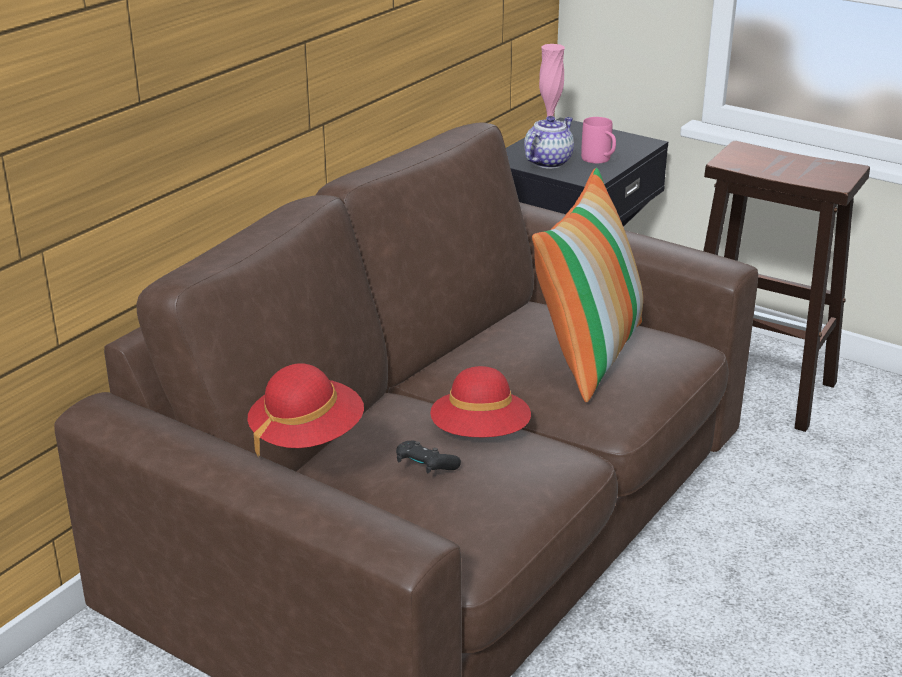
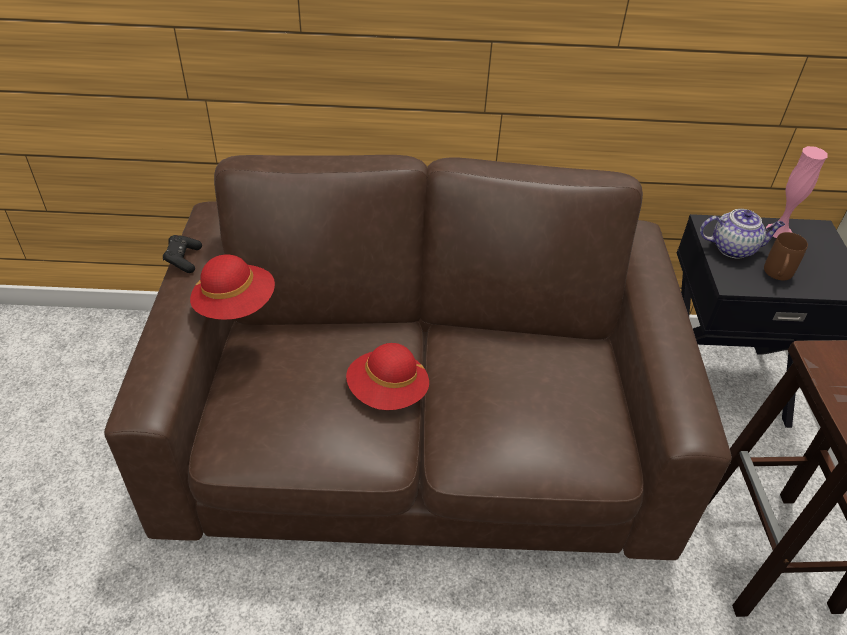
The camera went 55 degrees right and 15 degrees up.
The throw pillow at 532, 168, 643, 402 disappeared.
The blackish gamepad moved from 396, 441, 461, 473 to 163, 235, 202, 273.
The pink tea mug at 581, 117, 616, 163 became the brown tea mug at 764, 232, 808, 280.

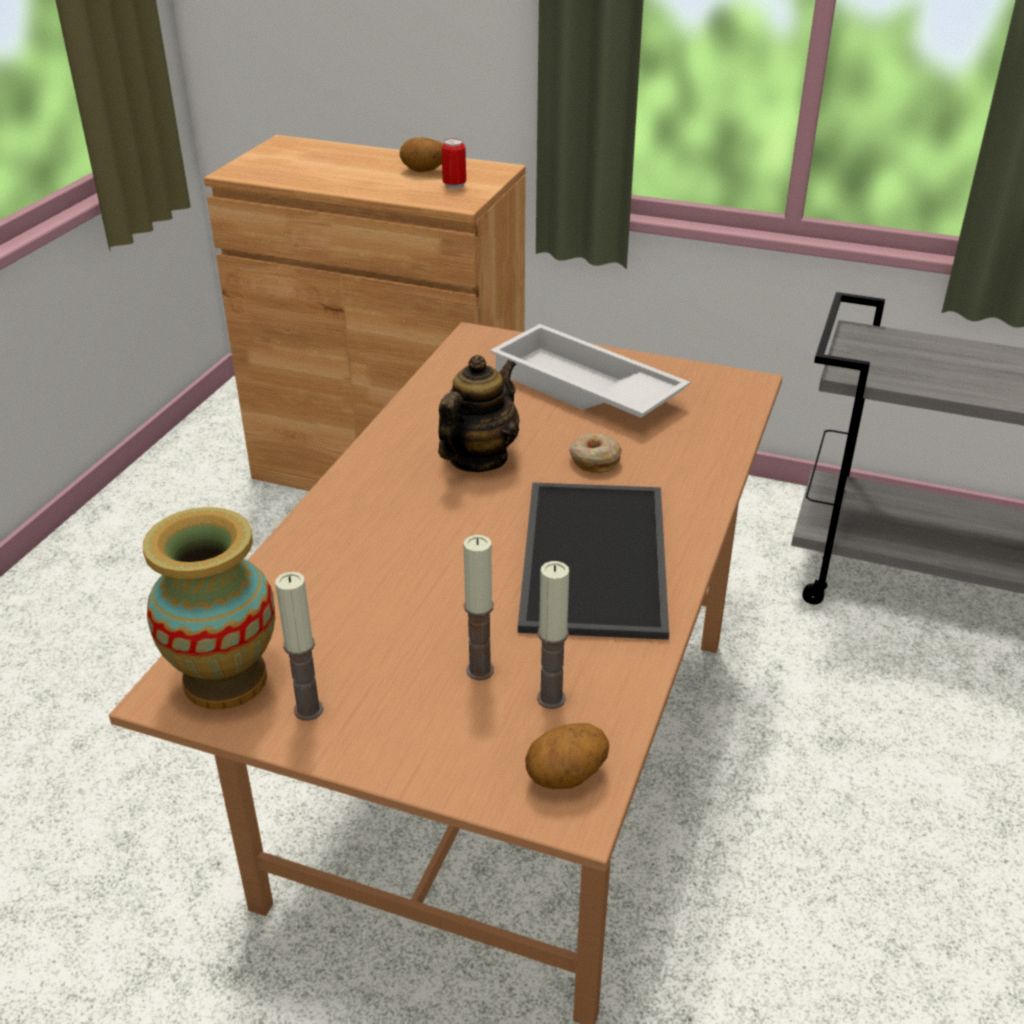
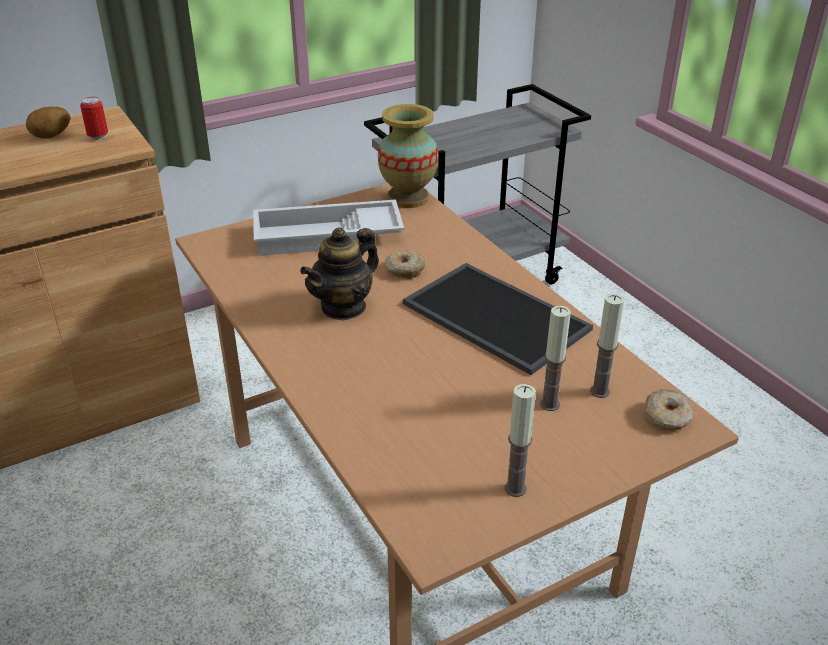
The camera went 50 degrees left and 0 degrees up.
The flower vase moved from 143, 507, 275, 710 to 378, 104, 439, 208.
The potato at 525, 723, 609, 789 was replaced by the doughnut at 645, 389, 693, 431.
The teapot at 438, 355, 519, 472 turned 120 degrees counterclockwise.

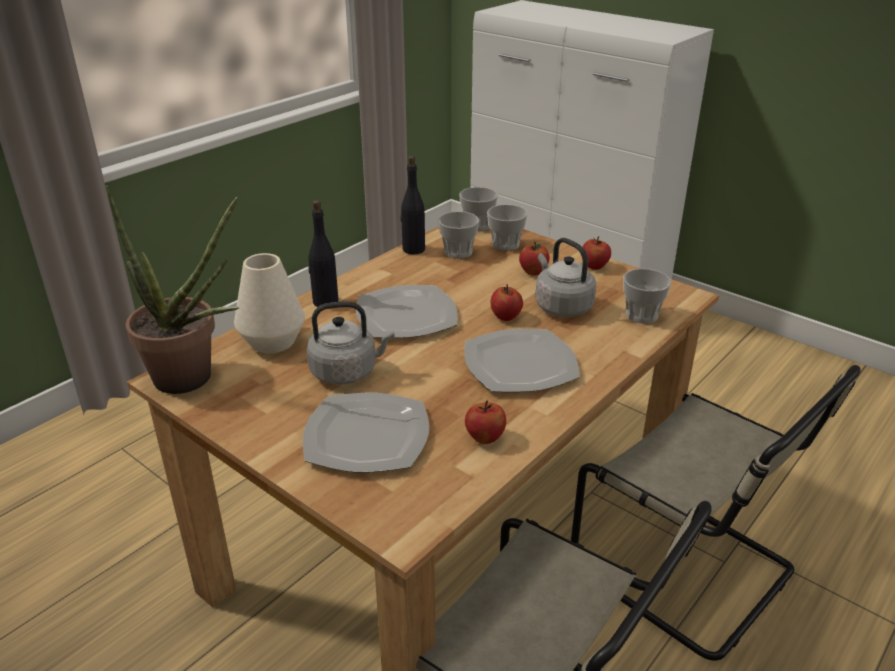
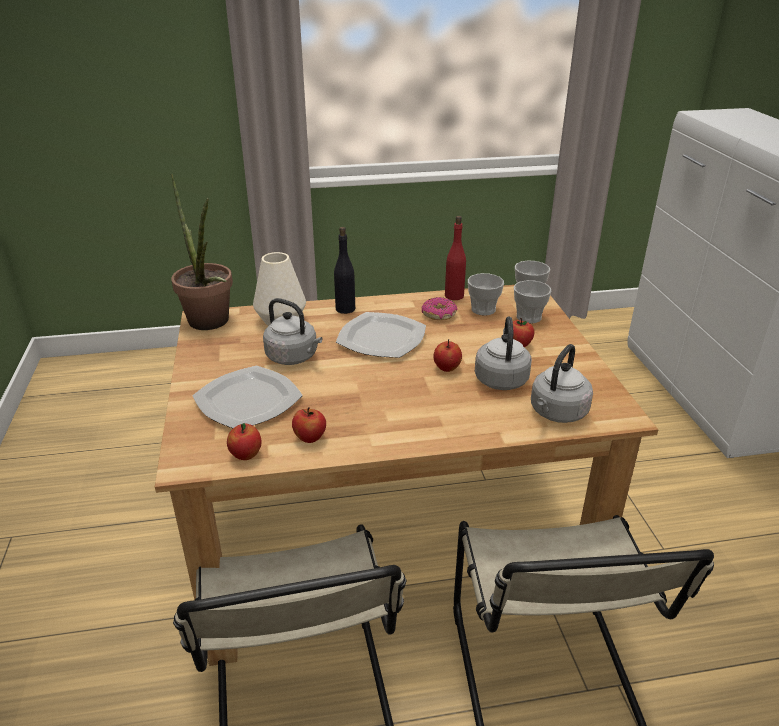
The camera went 40 degrees right and 0 degrees up.
The plate at 464, 329, 580, 392 disappeared.
The doughnut at 422, 297, 458, 320 appeared.
The apple fruit moved from 583, 236, 611, 270 to 227, 423, 262, 460.
The small cup at 623, 268, 672, 323 was replaced by the greyish water kettle at 531, 344, 593, 423.
The blackish bottle at 401, 156, 425, 255 became the red bottle at 445, 216, 466, 300.

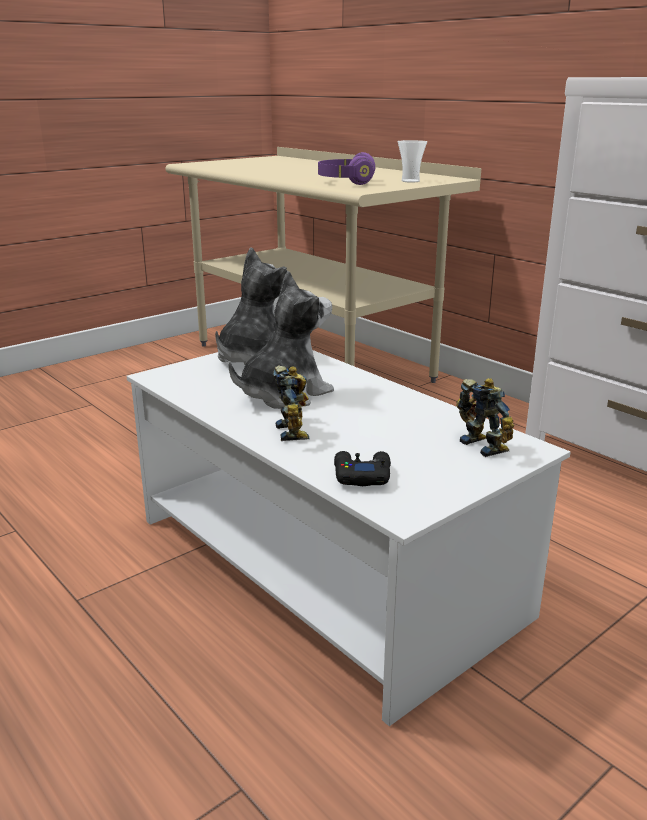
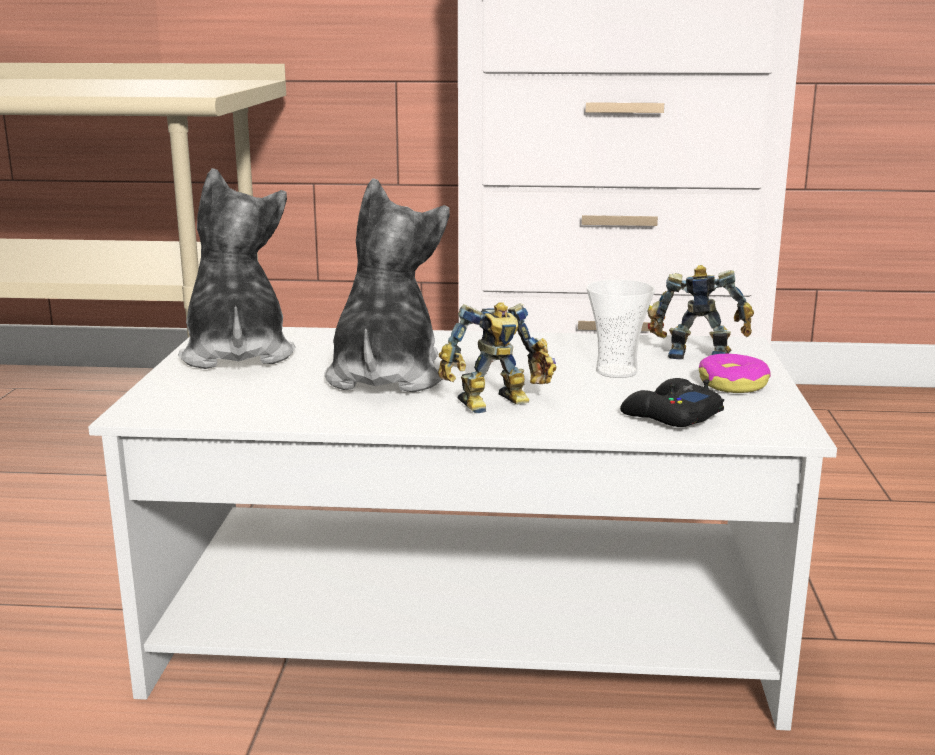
The camera went 45 degrees left and 5 degrees down.
The purplish headset at 318, 152, 375, 185 disappeared.
The doughnut at 699, 354, 771, 393 appeared.
The small cup moved from 398, 140, 427, 182 to 586, 280, 655, 378.
The robot figure at 273, 366, 309, 441 turned 120 degrees clockwise.

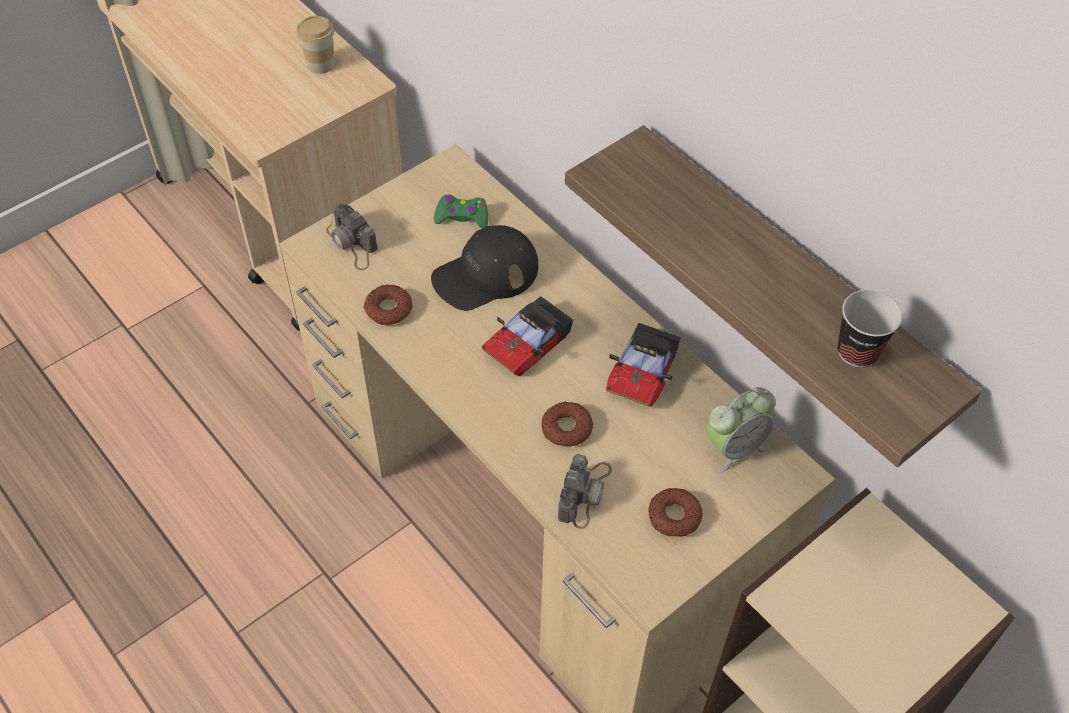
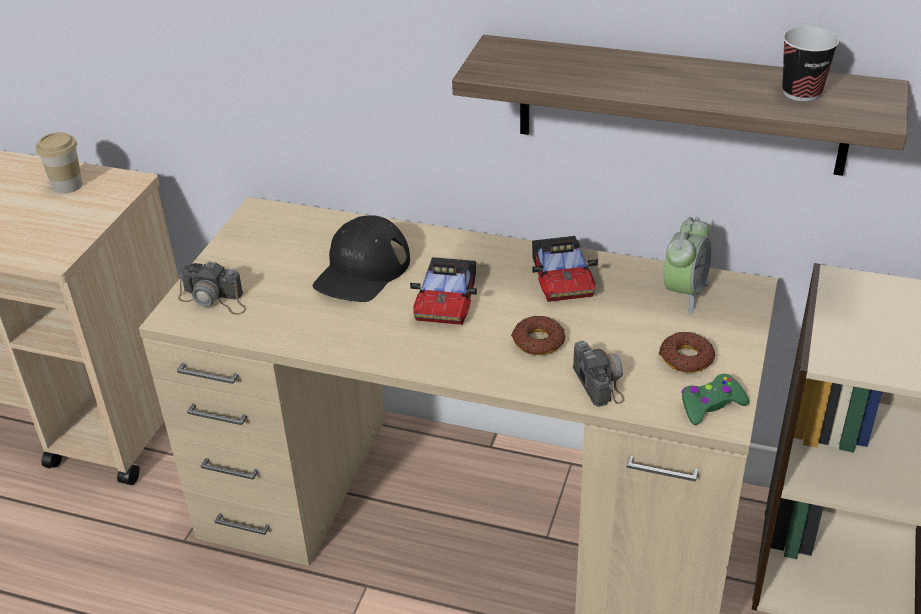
The camera went 30 degrees left and 15 degrees down.
The doughnut at 363, 285, 412, 325 disappeared.
The green gamepad moved from 434, 194, 488, 228 to 681, 374, 749, 425.

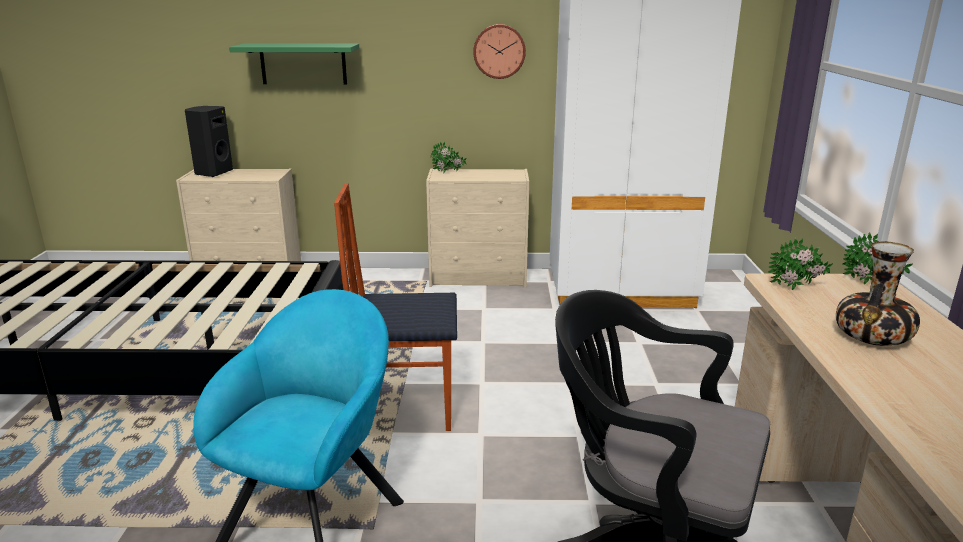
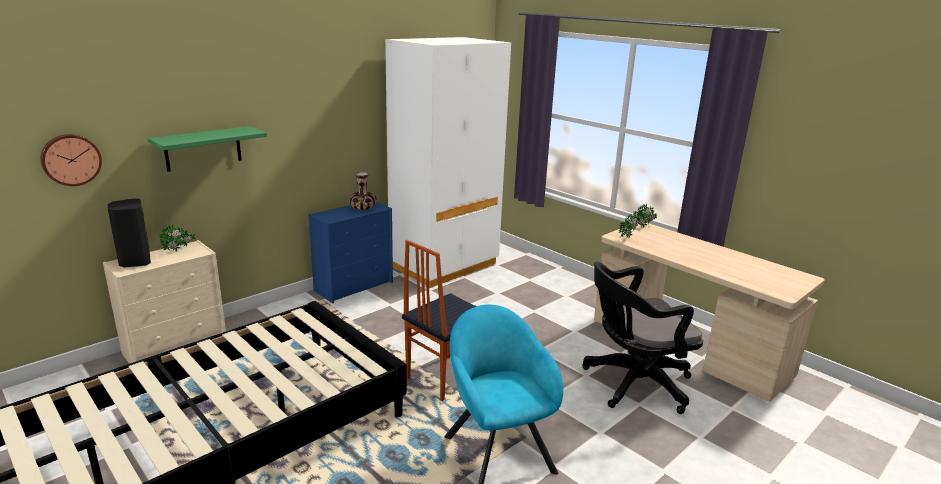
The camera went 45 degrees left and 0 degrees up.
The potted plant moved from 431, 142, 467, 173 to 159, 225, 195, 252.
The clock on the wall moved from 473, 24, 526, 79 to 40, 134, 102, 186.
The flower vase moved from 836, 242, 920, 346 to 349, 172, 377, 210.
The beige dresser at 426, 168, 529, 288 became the blue dresser at 308, 202, 393, 303.

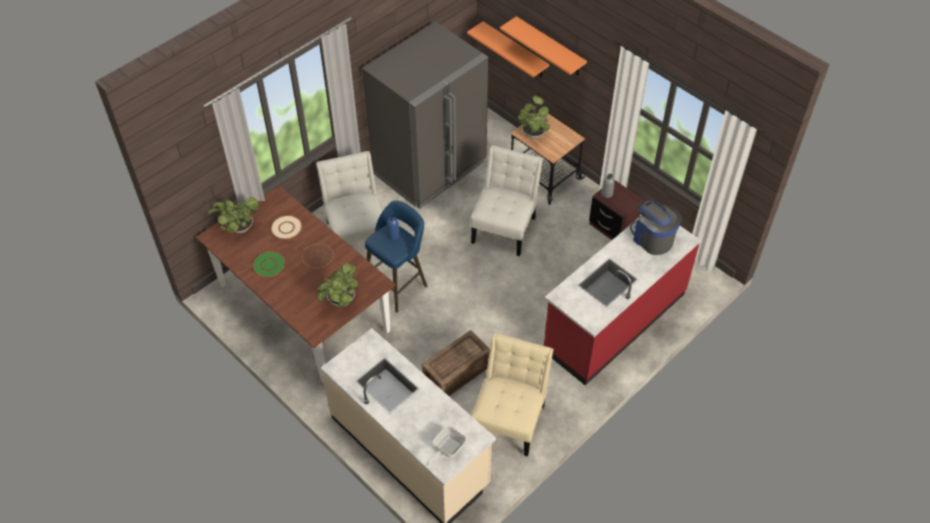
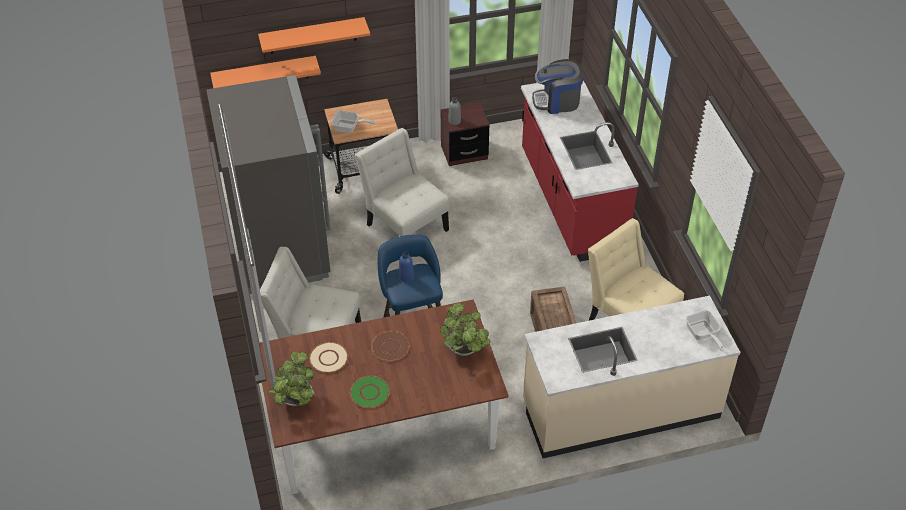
The camera went 60 degrees left and 5 degrees down.
The potted plant at 518, 95, 550, 139 was replaced by the frying pan at 332, 110, 375, 133.

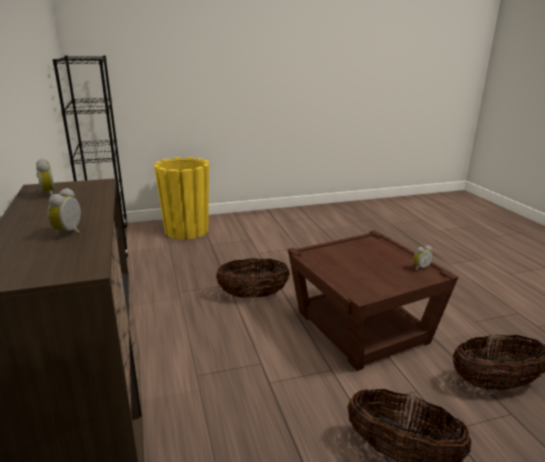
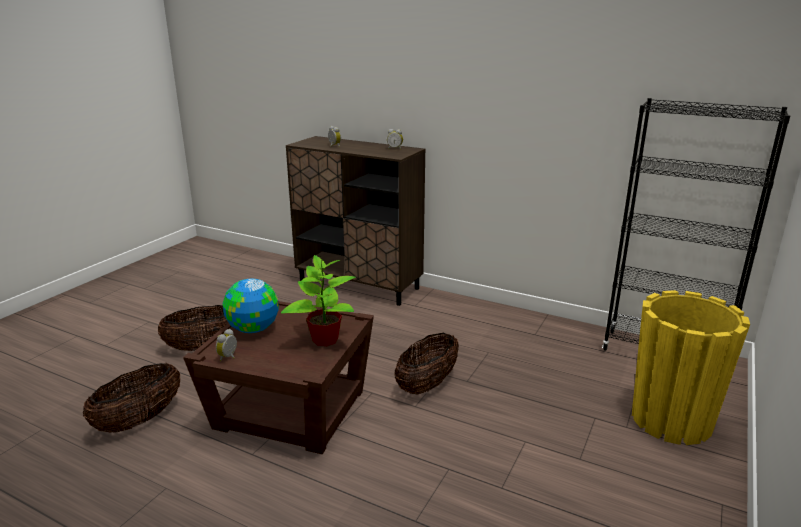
The camera went 135 degrees right and 0 degrees up.
The globe at 223, 279, 279, 333 appeared.
The potted plant at 281, 255, 356, 346 appeared.

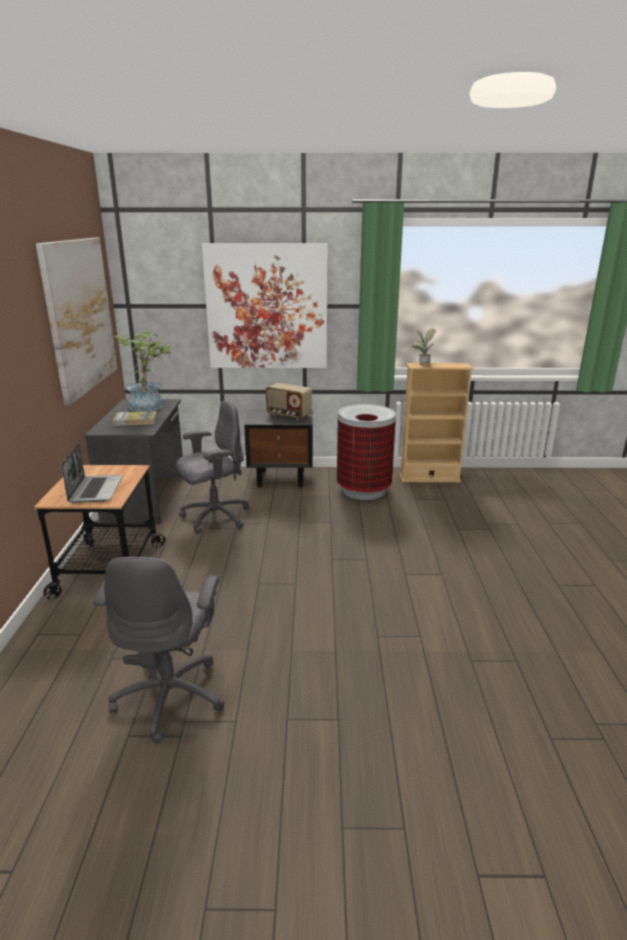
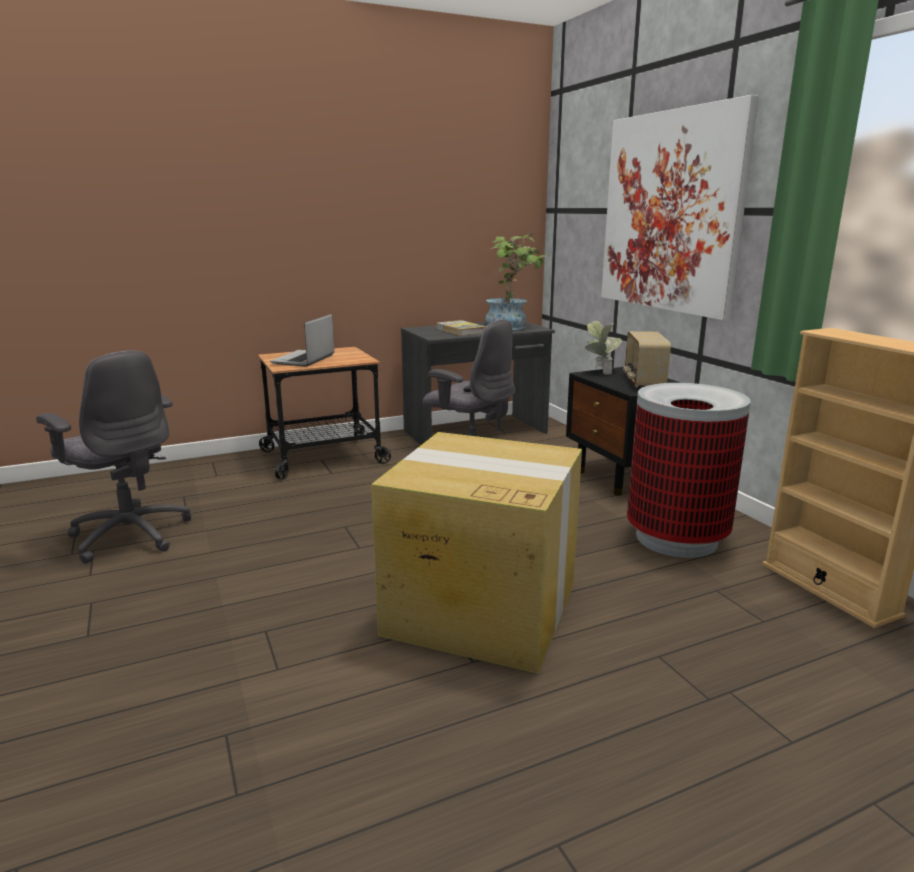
The camera went 65 degrees right and 5 degrees down.
The picture at 36, 238, 117, 405 disappeared.
The packing box at 371, 432, 582, 674 appeared.
The potted plant moved from 411, 328, 436, 365 to 585, 321, 622, 375.
The portable computer at 61, 443, 123, 503 turned 135 degrees clockwise.
The greyish desk chair at 93, 557, 225, 744 turned 120 degrees counterclockwise.

